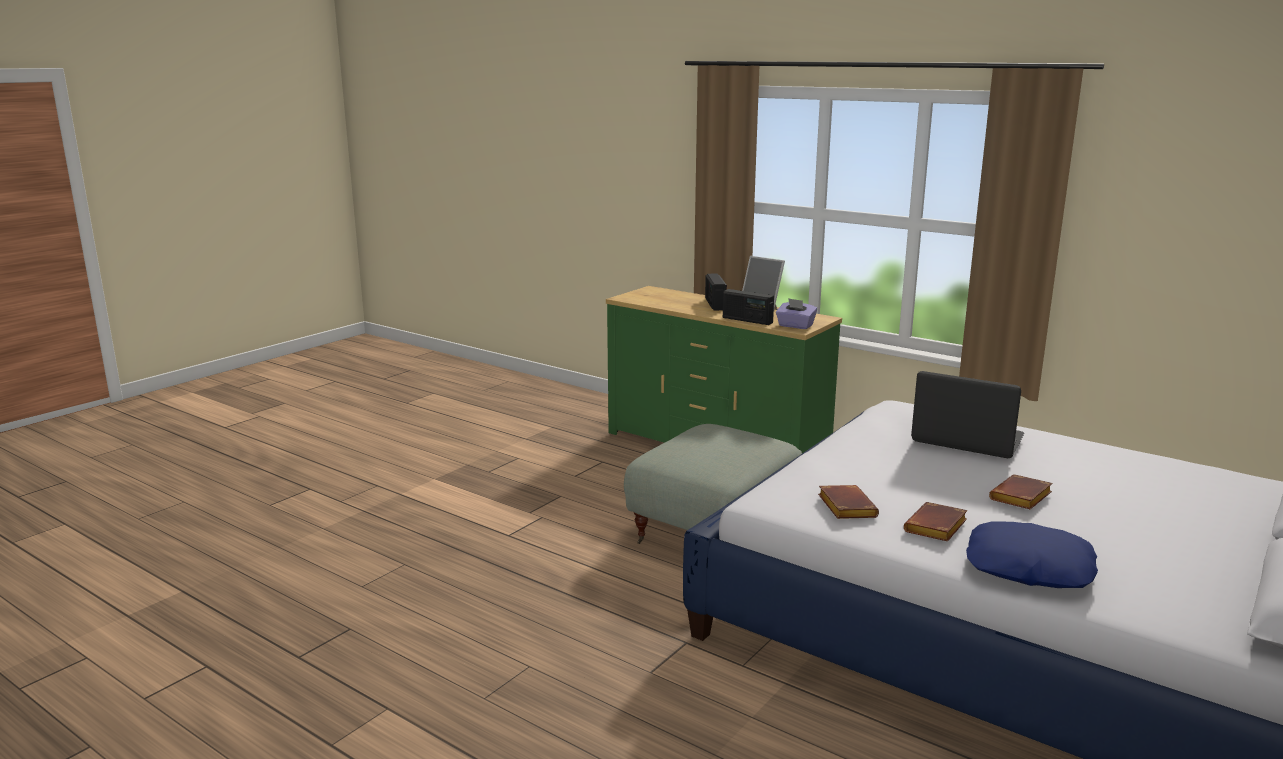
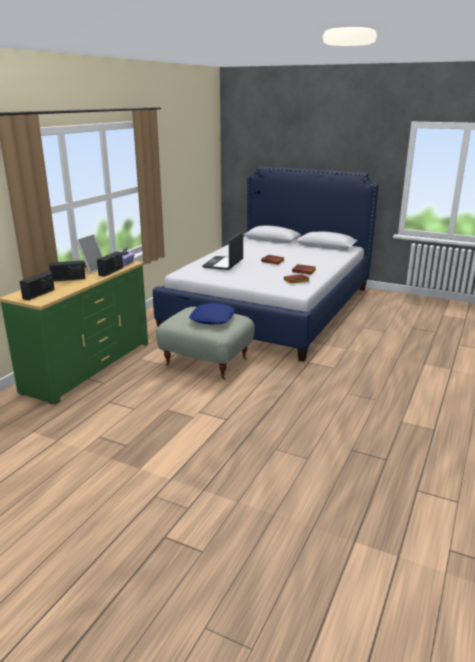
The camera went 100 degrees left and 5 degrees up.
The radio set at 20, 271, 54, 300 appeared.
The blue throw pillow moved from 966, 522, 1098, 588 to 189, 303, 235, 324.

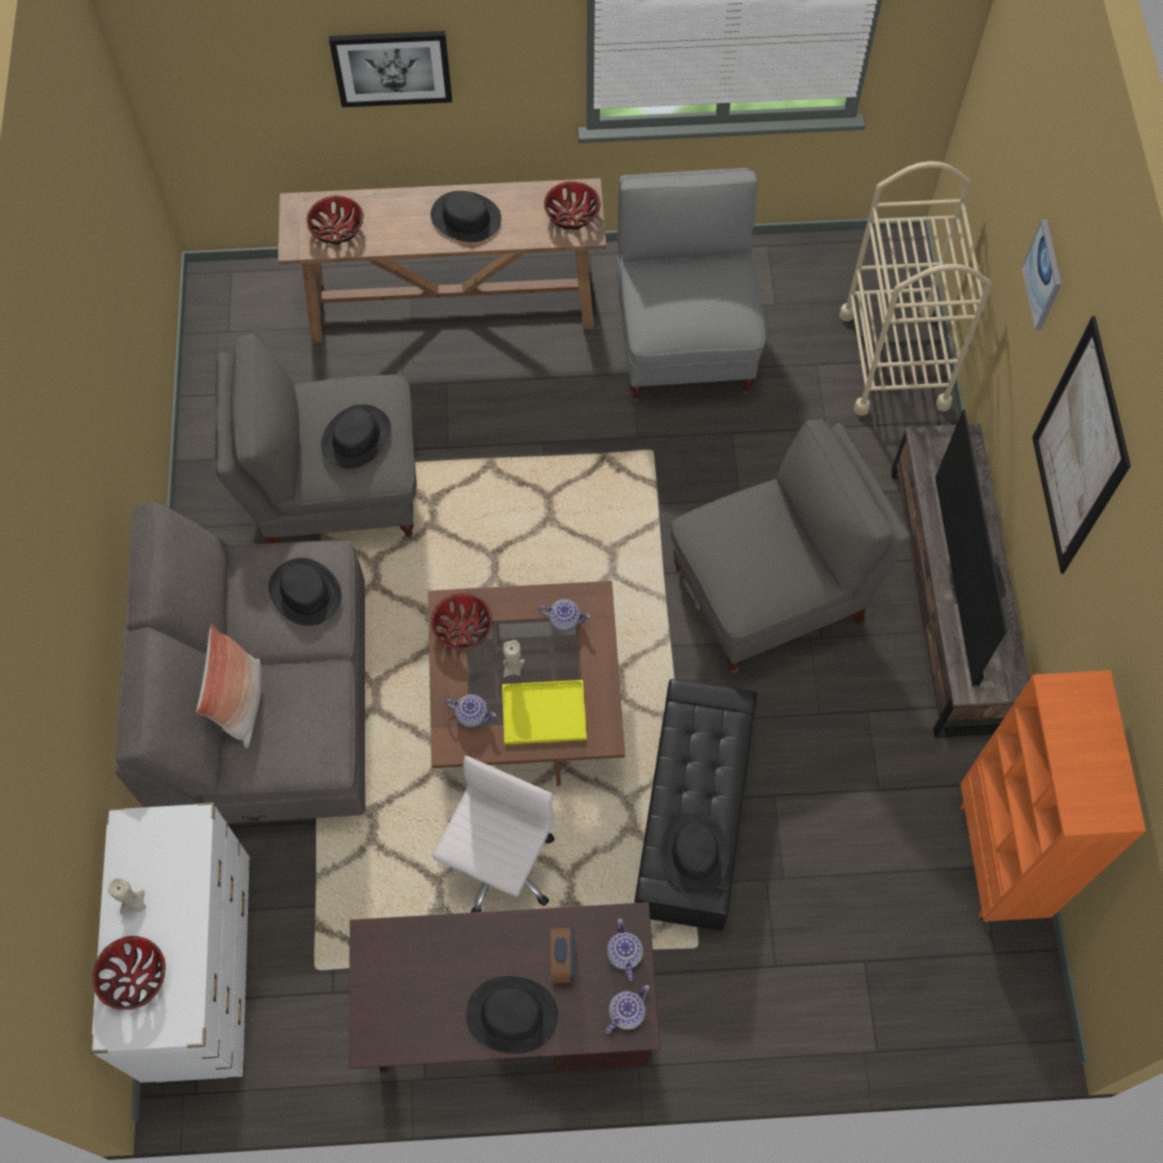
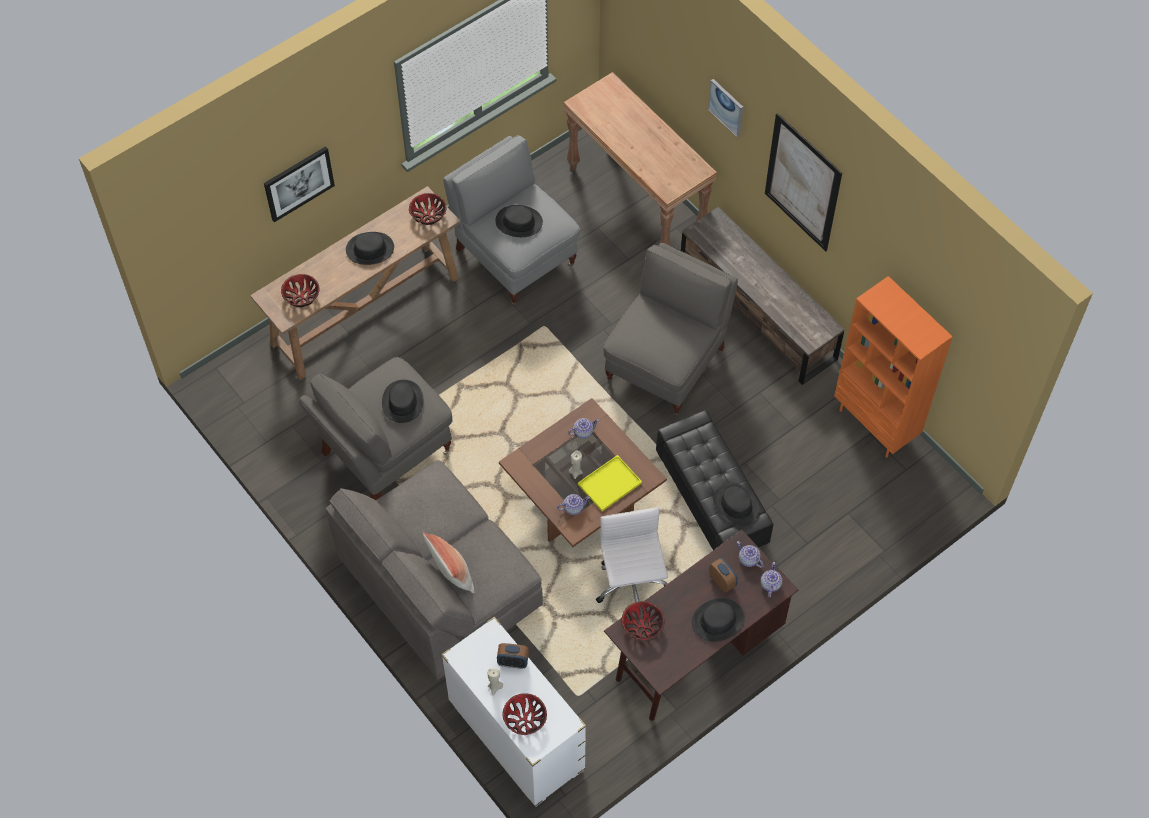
The camera went 35 degrees left and 5 degrees down.
The TV set at 935, 409, 1007, 686 disappeared.
The table clock at 497, 643, 529, 669 appeared.
The blackish clothing hat moved from 269, 558, 342, 626 to 495, 205, 543, 237.
The deep dish moved from 431, 593, 492, 650 to 621, 601, 665, 640.
The beige cart at 839, 161, 992, 416 was replaced by the brown narrow table at 563, 72, 717, 246.

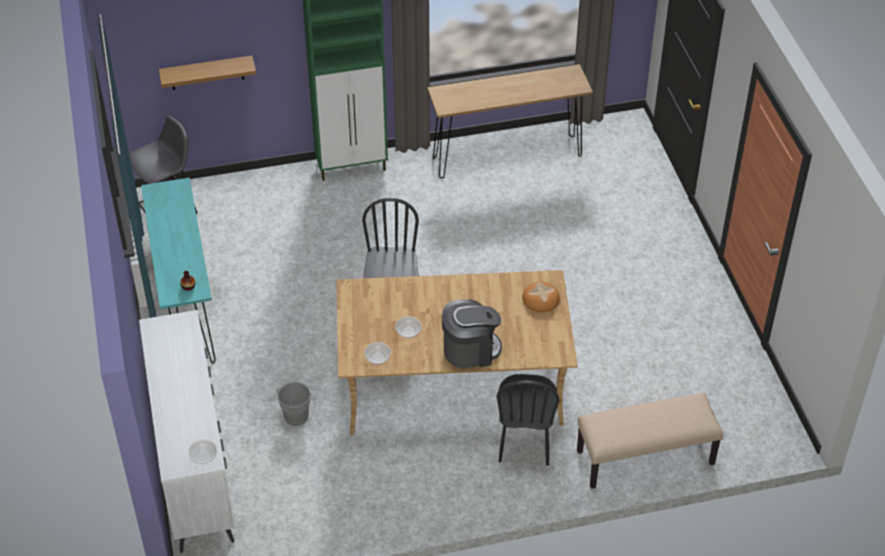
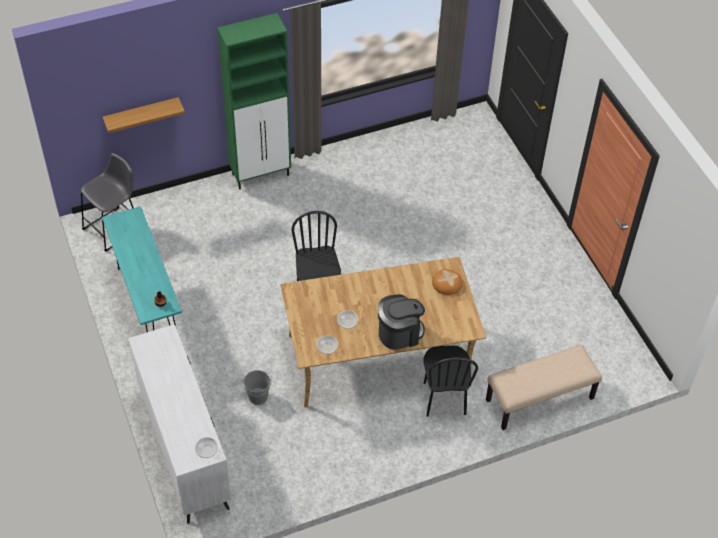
The camera went 10 degrees left and 5 degrees up.
The brown narrow table at 428, 64, 593, 179 disappeared.

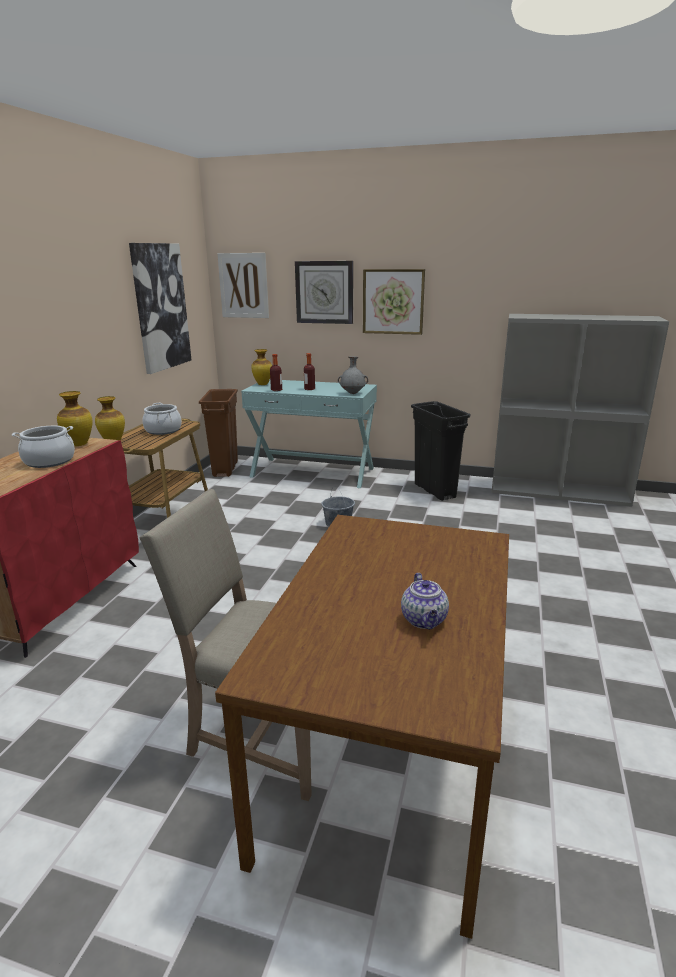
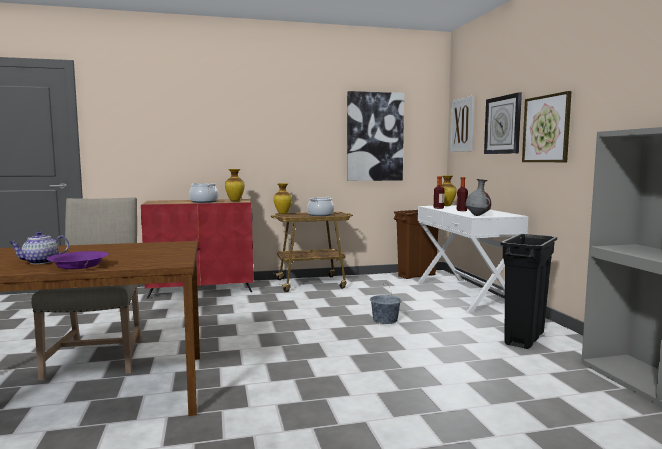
The camera went 60 degrees right and 15 degrees down.
The purplish deep dish at 46, 251, 109, 269 appeared.
The blue-green narrow table at 241, 380, 377, 488 became the white-coloured narrow table at 417, 205, 528, 313.

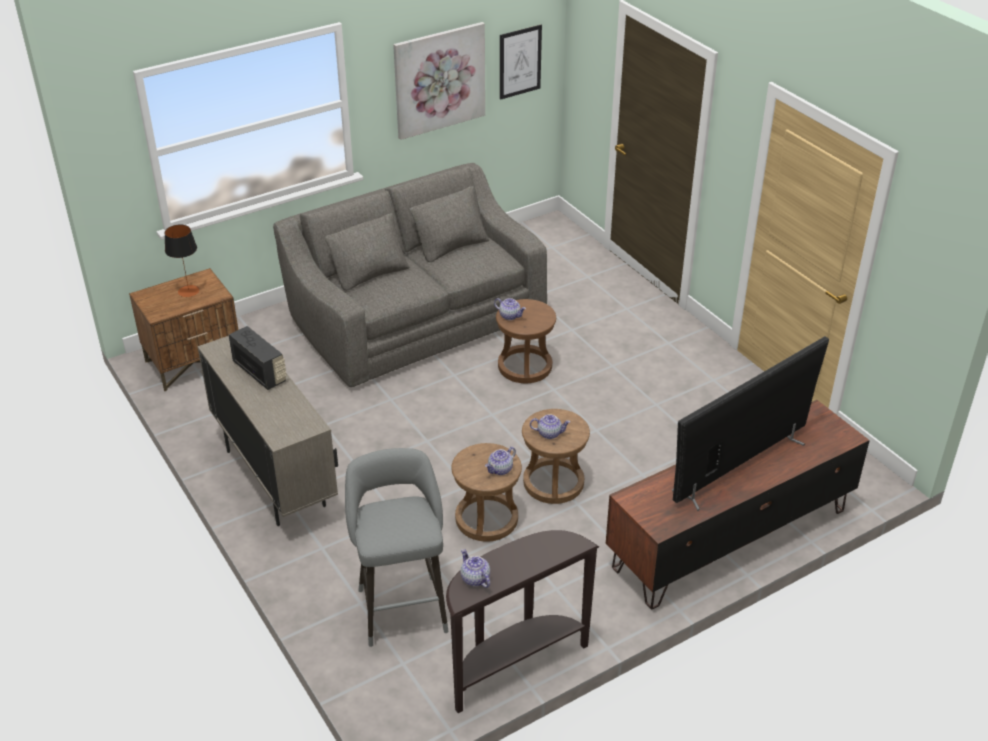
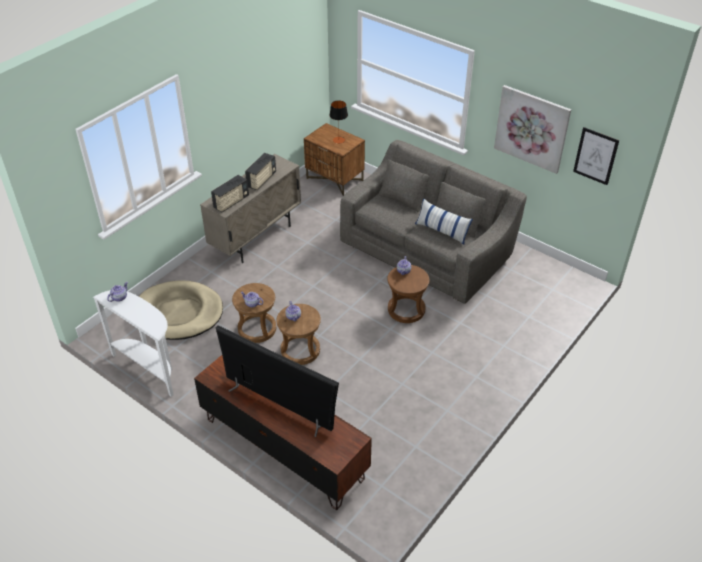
The camera went 70 degrees right and 5 degrees up.
The radio set at 211, 175, 249, 212 appeared.
The throw pillow at 415, 198, 473, 245 appeared.
The greyish sitting stool at 345, 448, 448, 647 was replaced by the beige pet bed at 139, 281, 223, 340.
The brown narrow table at 446, 530, 599, 713 became the white-coloured narrow table at 93, 290, 174, 397.

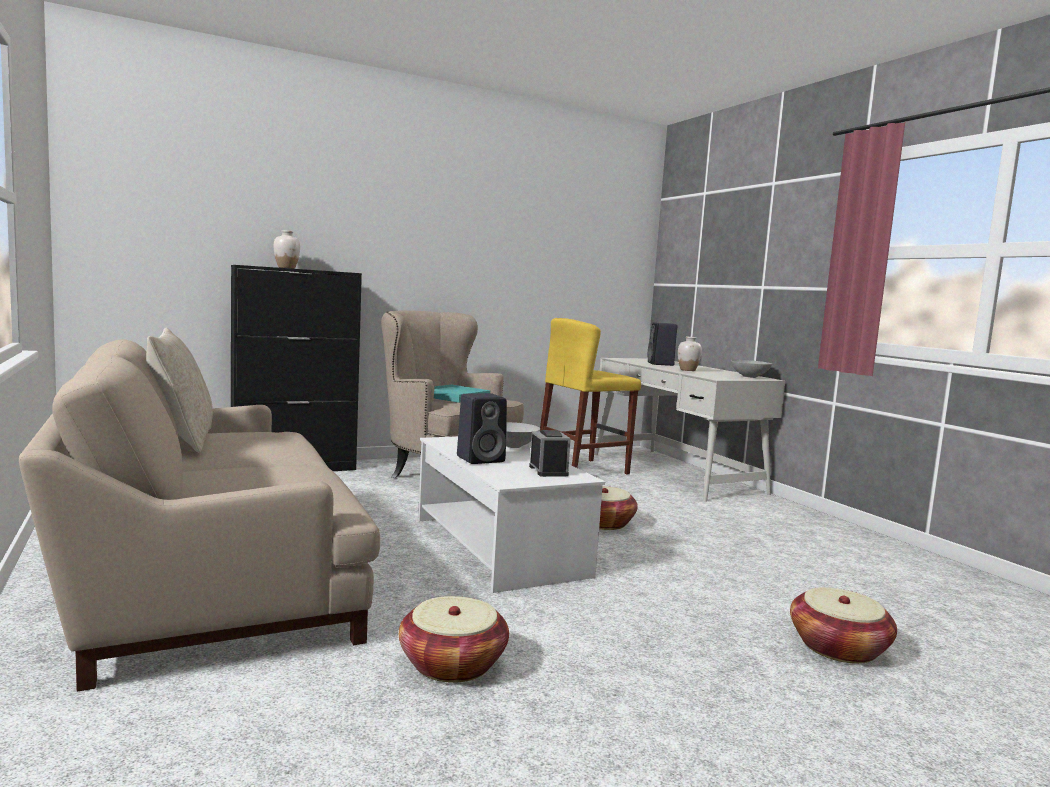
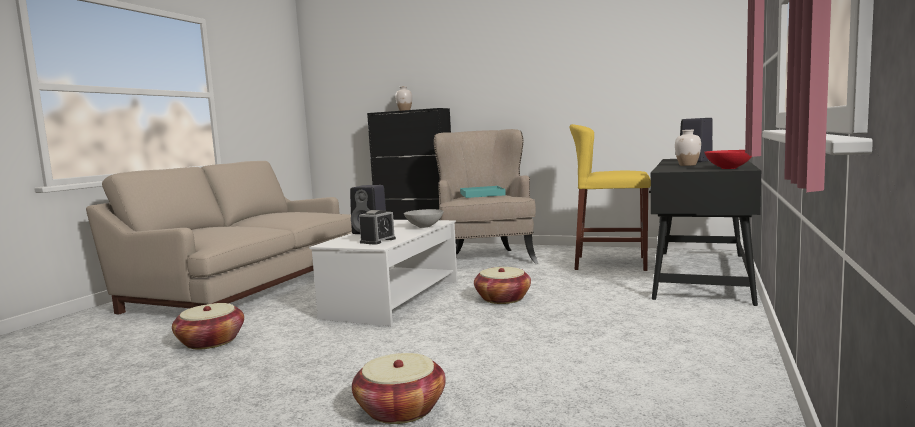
The camera went 50 degrees right and 0 degrees up.
The beige throw pillow at 146, 328, 213, 453 disappeared.
The white-coloured desk table at 595, 358, 785, 502 became the blackish desk table at 649, 159, 761, 306.
The greyish deep dish at 730, 360, 772, 378 became the red deep dish at 704, 150, 752, 169.

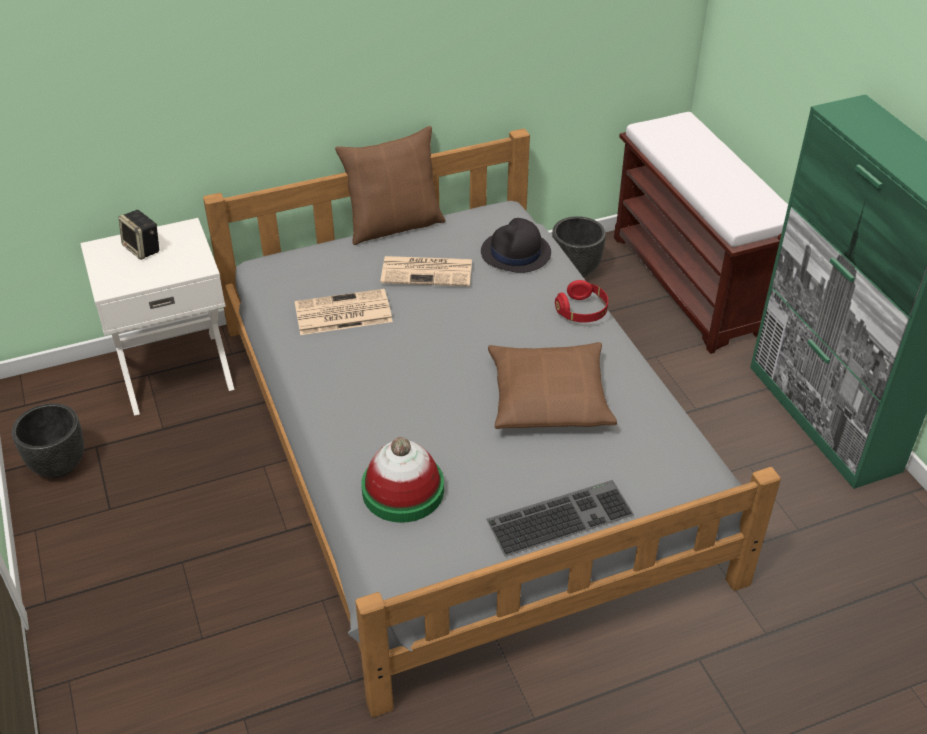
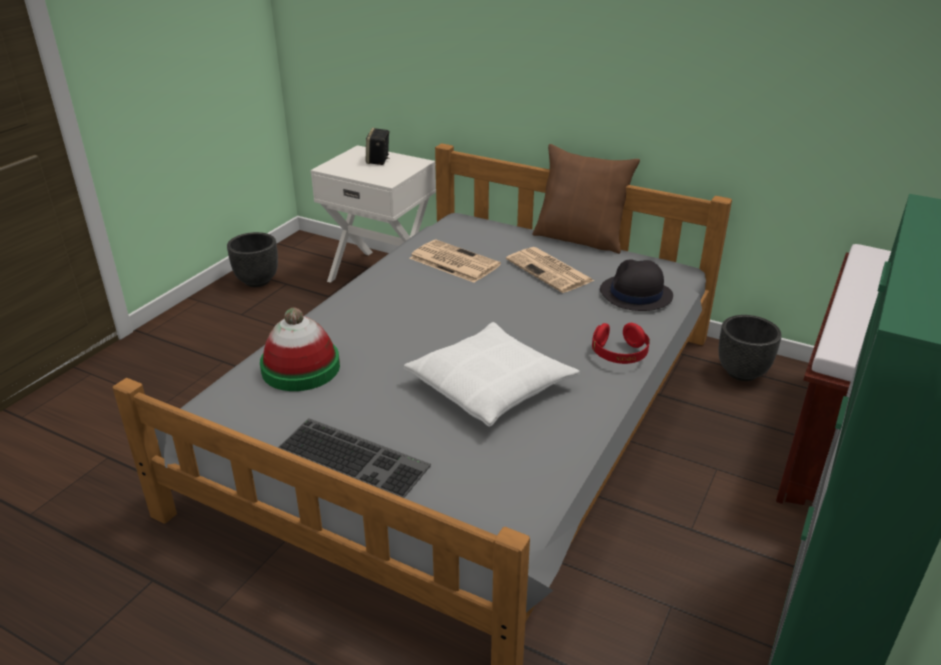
The camera went 50 degrees right and 10 degrees down.
The brown throw pillow at 488, 342, 617, 429 became the white-coloured throw pillow at 404, 322, 580, 427.

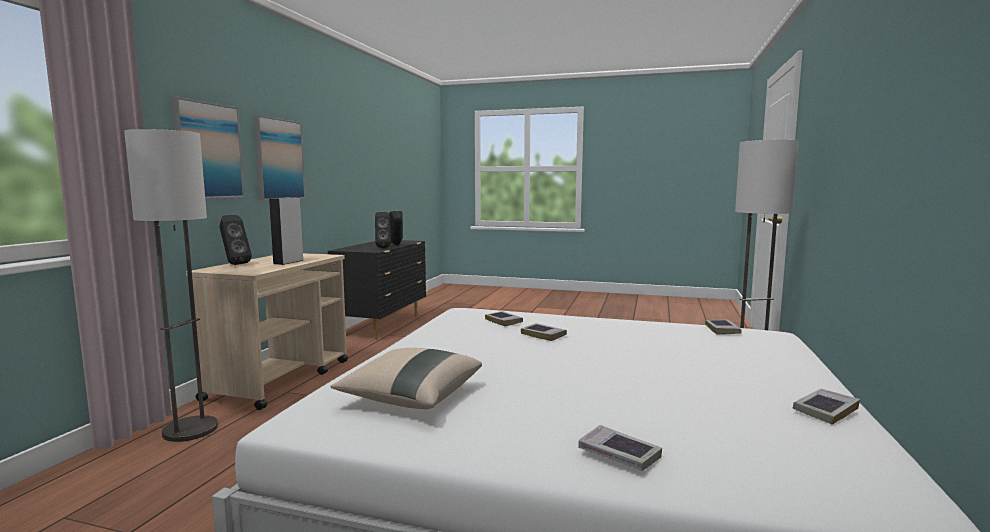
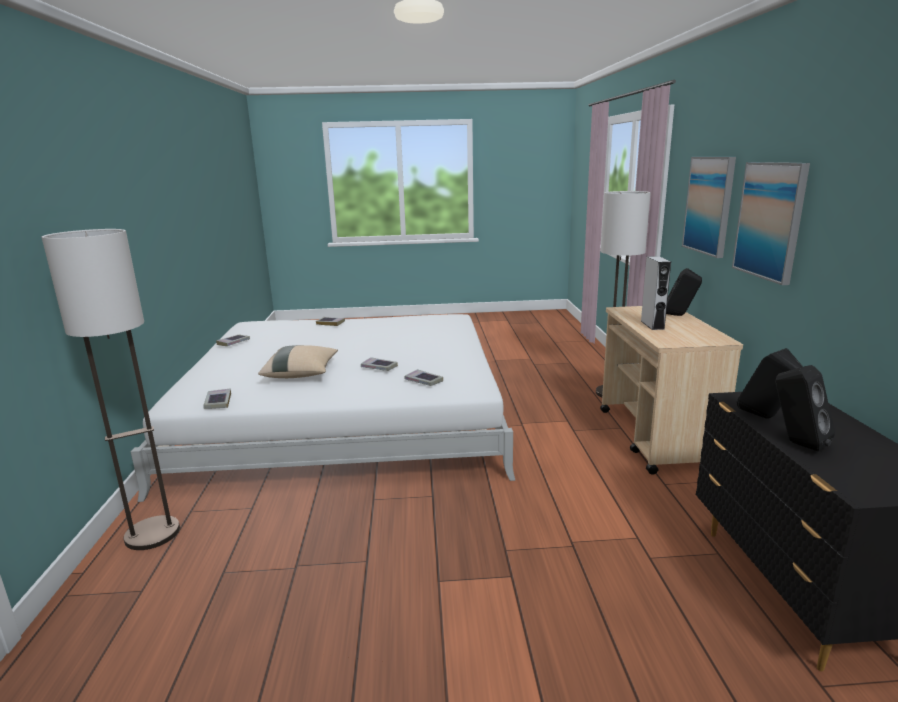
The camera went 160 degrees right and 10 degrees up.
The beige throw pillow moved from 331, 348, 482, 409 to 258, 345, 338, 378.

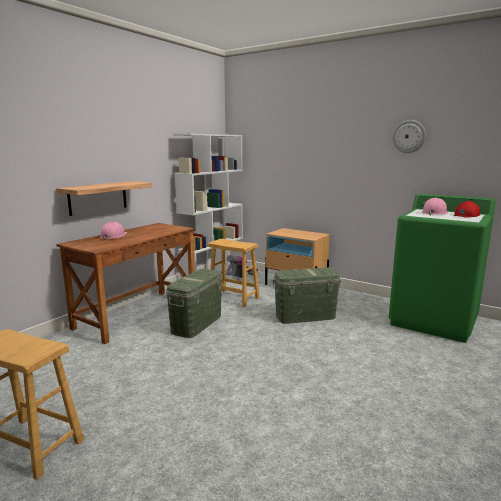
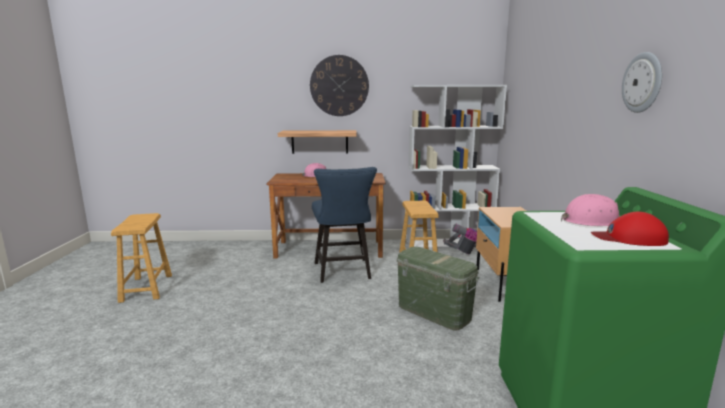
The camera went 55 degrees right and 0 degrees up.
The clock on the wall at 310, 55, 369, 116 appeared.
The green storage box at 166, 269, 222, 338 was replaced by the blue plain chair at 312, 167, 377, 283.

